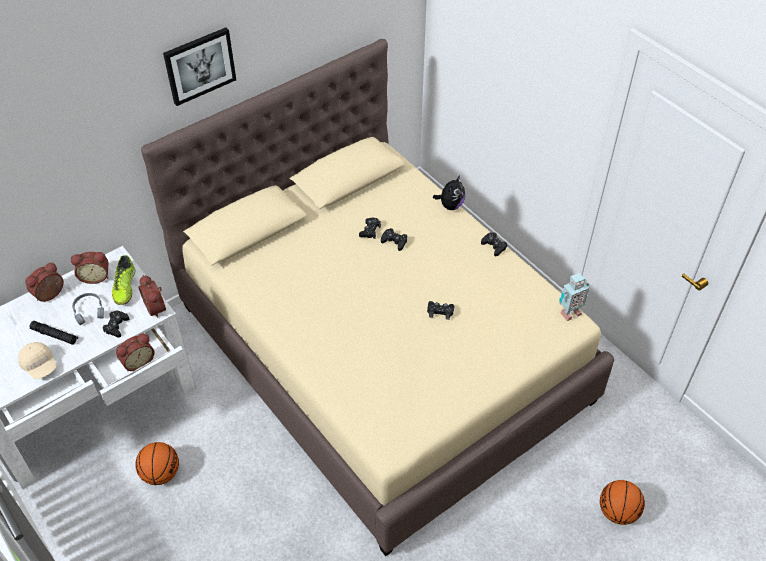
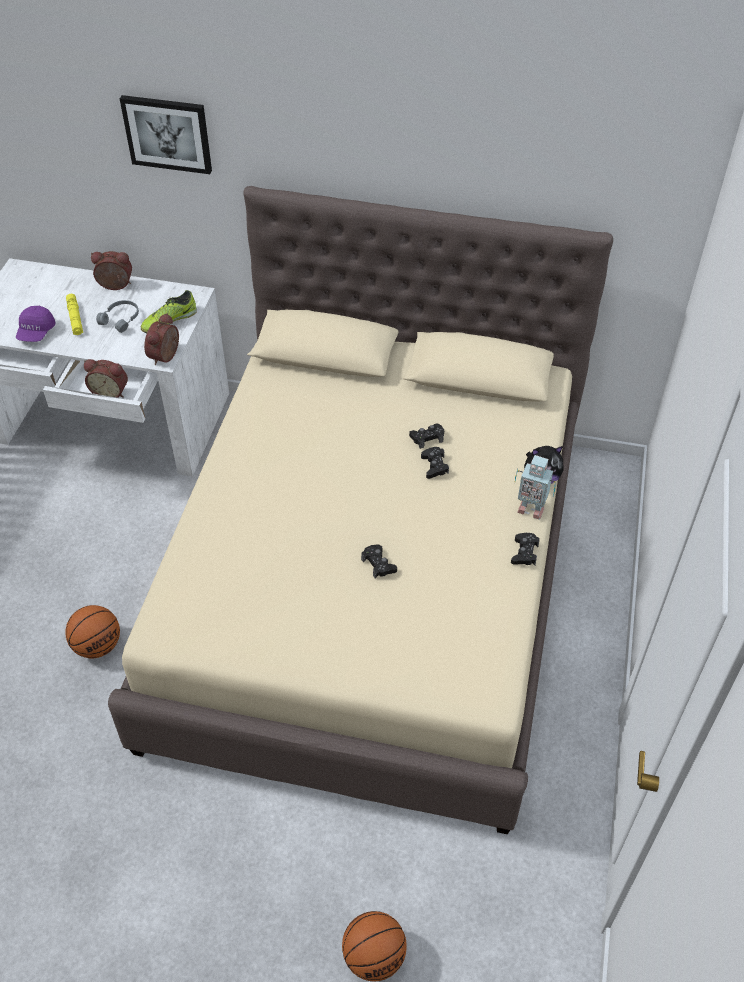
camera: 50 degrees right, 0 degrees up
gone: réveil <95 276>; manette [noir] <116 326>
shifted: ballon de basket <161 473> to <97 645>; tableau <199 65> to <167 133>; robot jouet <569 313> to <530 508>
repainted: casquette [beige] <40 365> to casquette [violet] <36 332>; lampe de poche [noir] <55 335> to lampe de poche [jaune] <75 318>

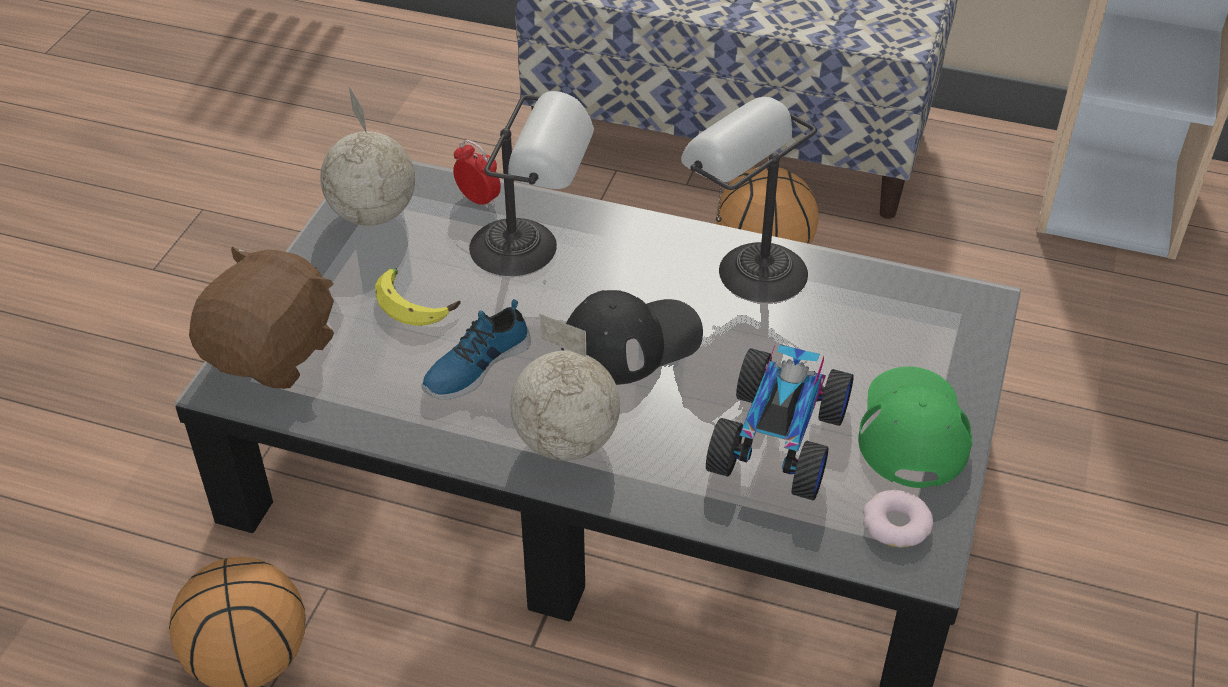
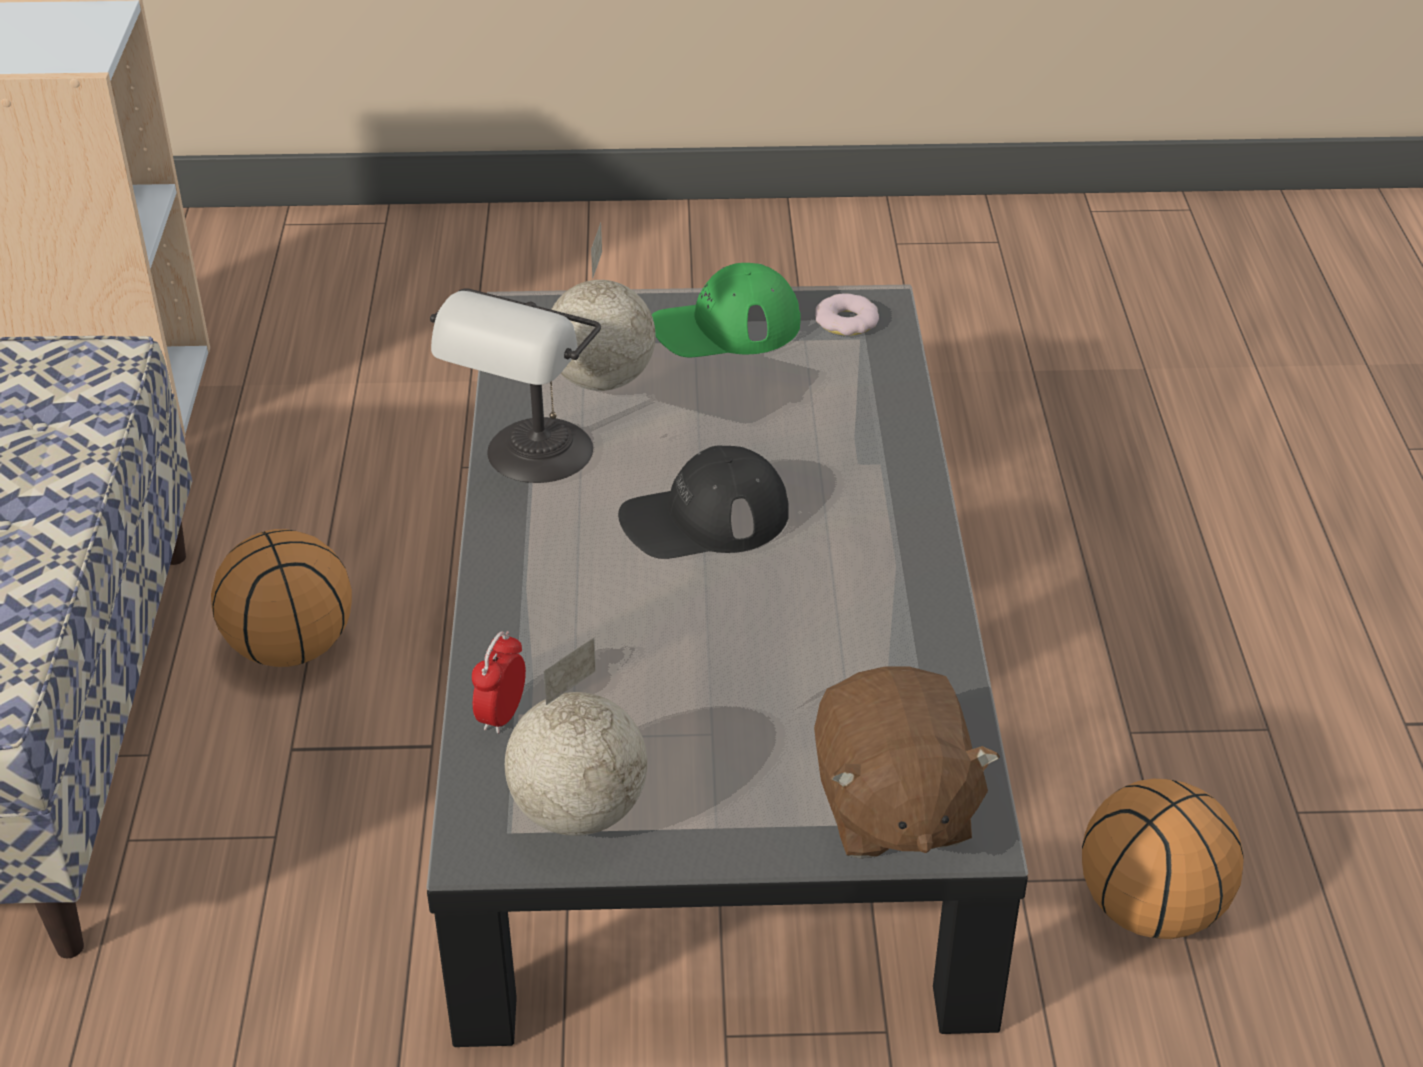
camera: 110 degrees left, 5 degrees down
gone: banane <416 303>; chaussure <475 365>; lampe de table <532 248>; petite voiture <776 439>
shifted: globe <566 441> to <601 381>
rotated: peluche [marron] <274 353> = <892 808> 105 degrees counterclockwise; casquette [noir] <631 342> = <704 519> 60 degrees counterclockwise

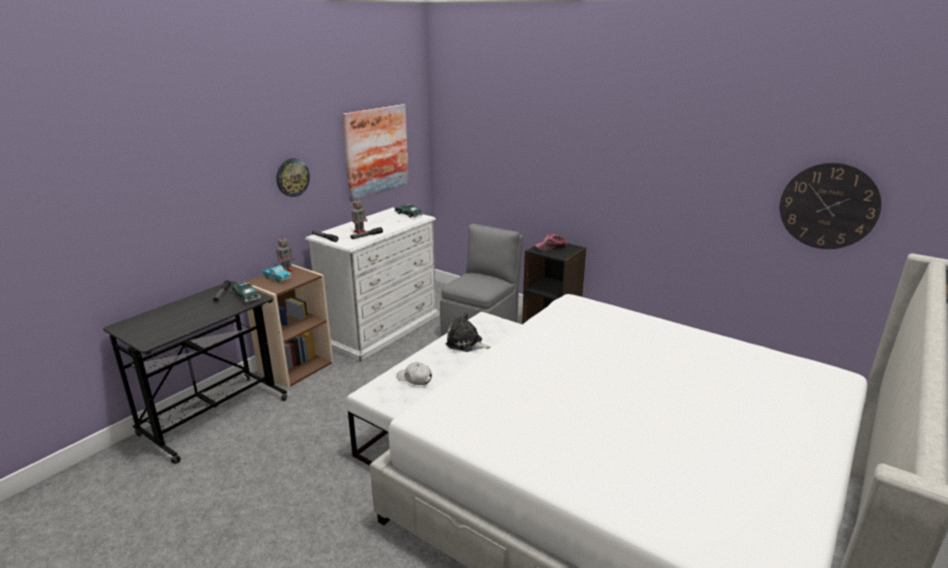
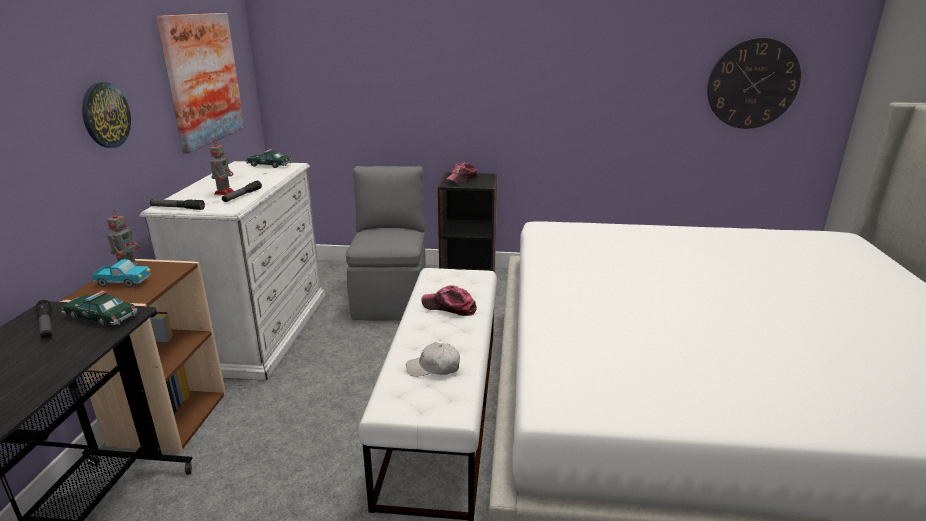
camera: 30 degrees left, 0 degrees up
swapped: peluche <466 343> to casquette <449 307>

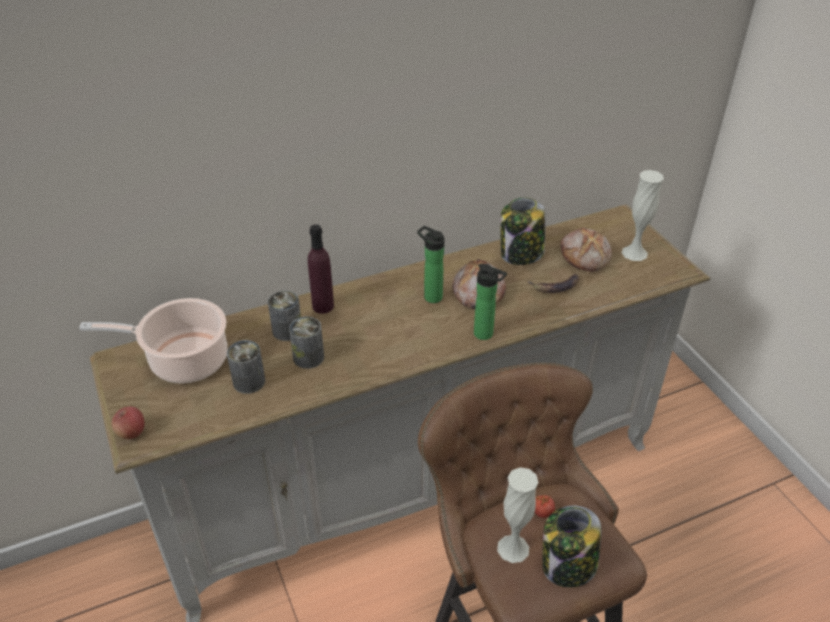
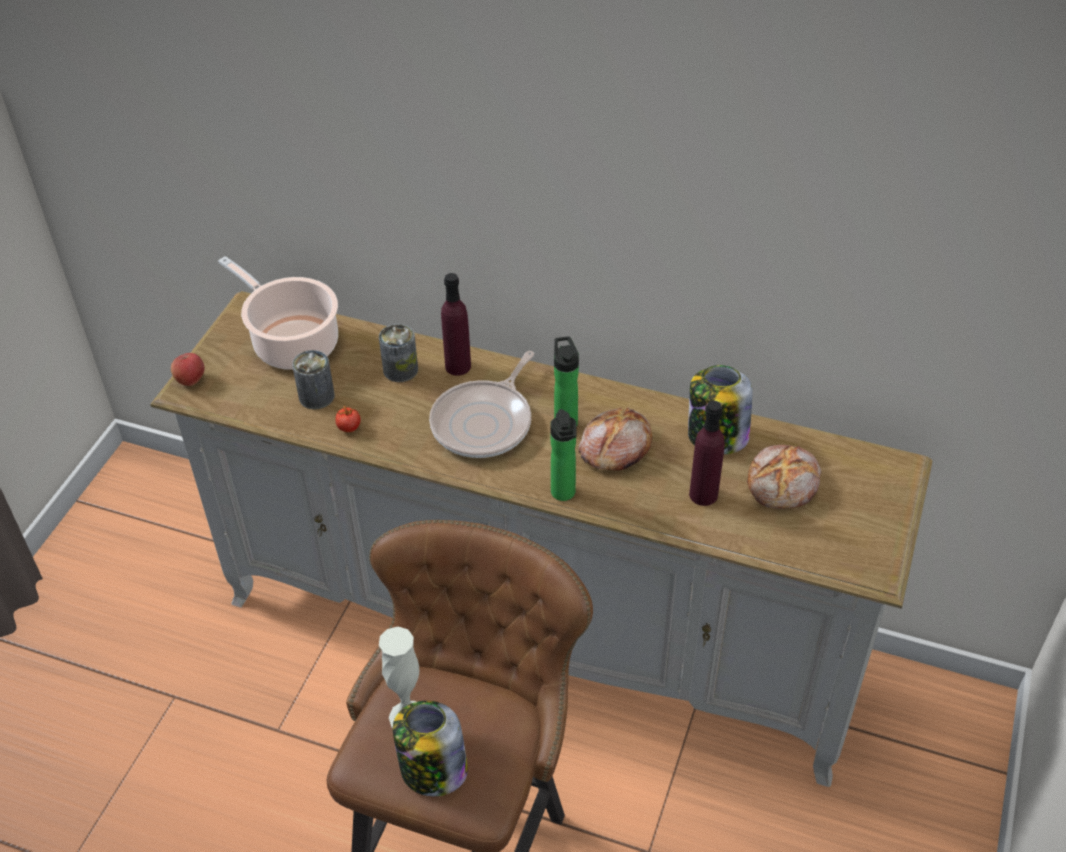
camera: 45 degrees right, 5 degrees up
gone: boîte métallique <308 357>; vase [blanc] <634 253>
new: poêle <485 422>
shifted: tomate <542 512> to <349 427>
swapped: banane <556 286> to bouteille [violet] <703 494>

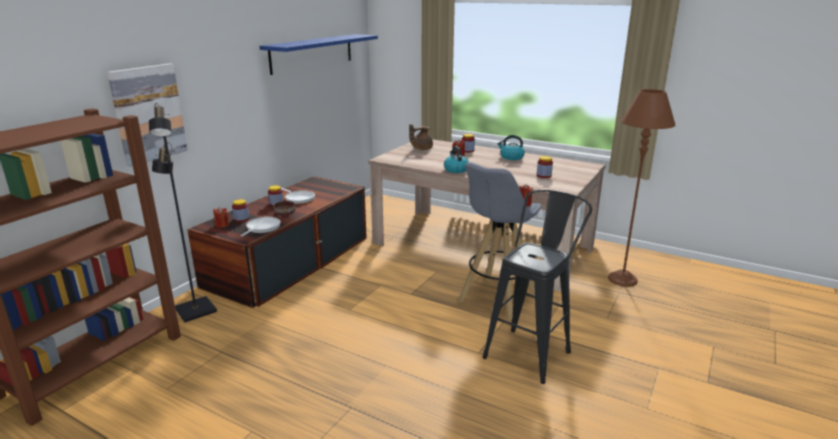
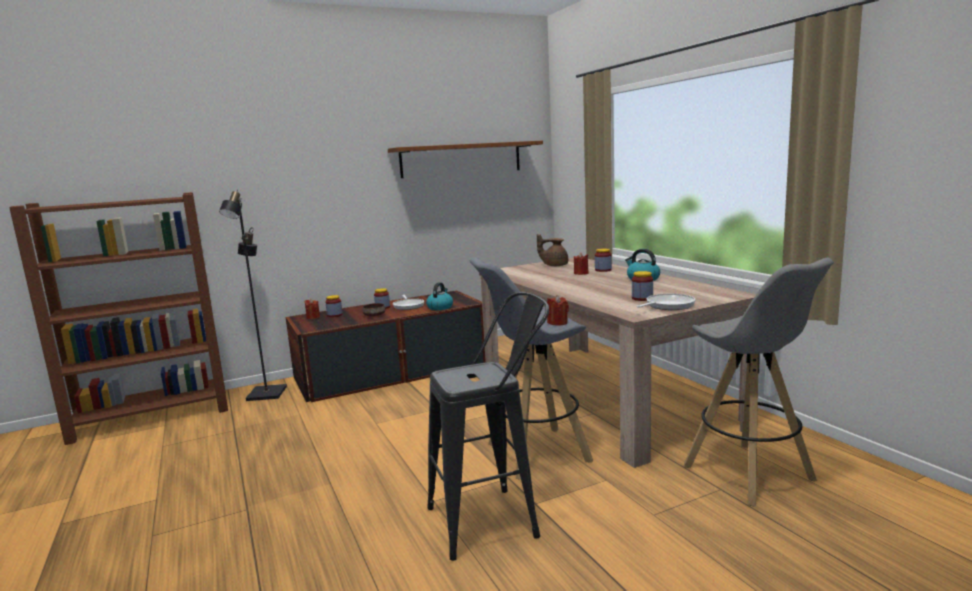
camera: 35 degrees right, 10 degrees down
gone: tableau <148 113>
shifted: poêle <262 228> to <667 305>; bouilloire <456 169> to <440 307>
swapped: lampadaire [marron] <622 279> to tabouret [gris] <750 474>
repainted: étagère [bleu] <312 53> to étagère [marron] <461 159>

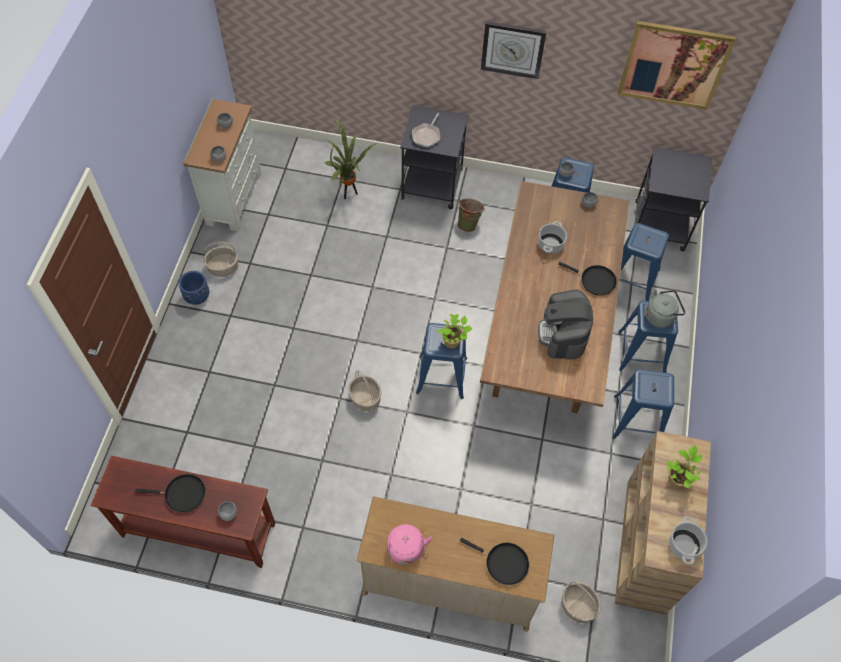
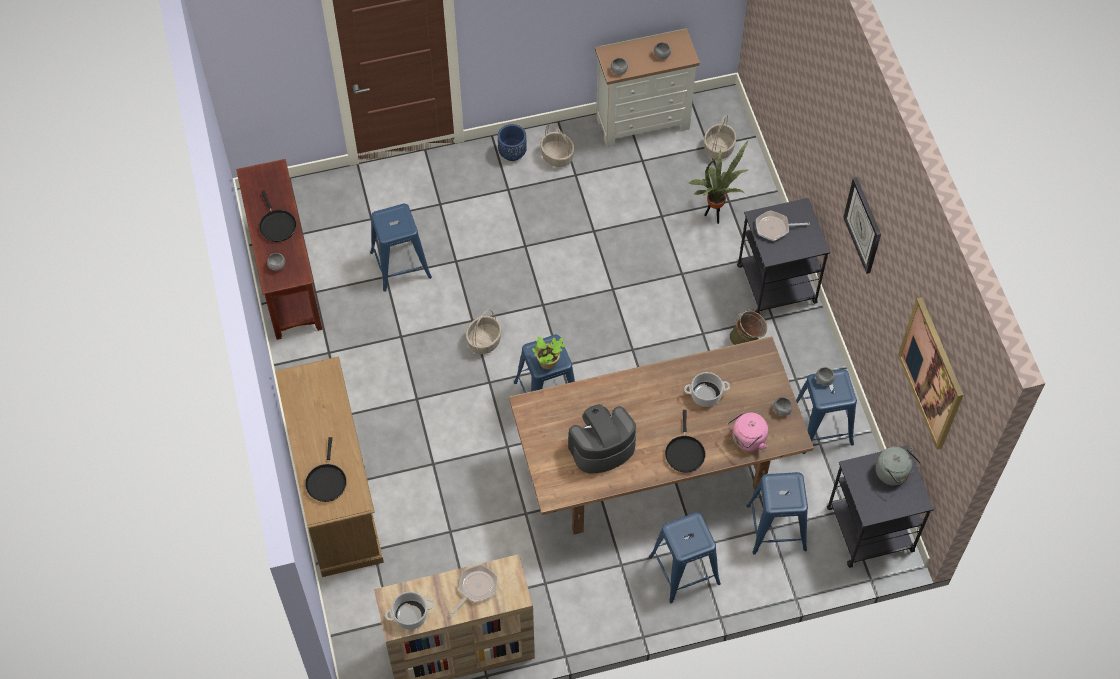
camera: 65 degrees right, 0 degrees up
shifted: bouilloire [rose] <406 551> to <747 440>; panier <577 606> to <718 148>; tabouret [bleu] <637 419> to <400 264>; bouilloire [gris] <661 316> to <894 473>
swapped: plante en pot <677 479> to poêle <475 588>

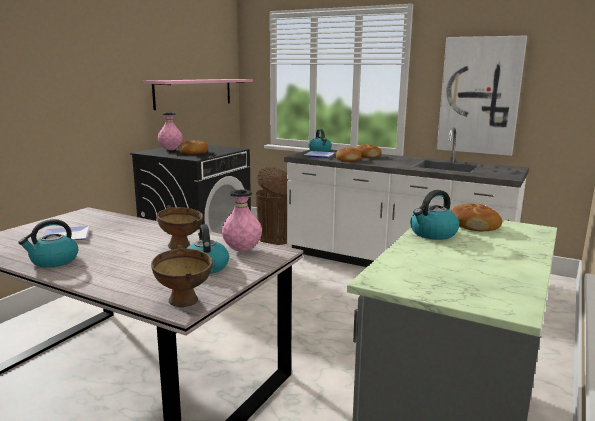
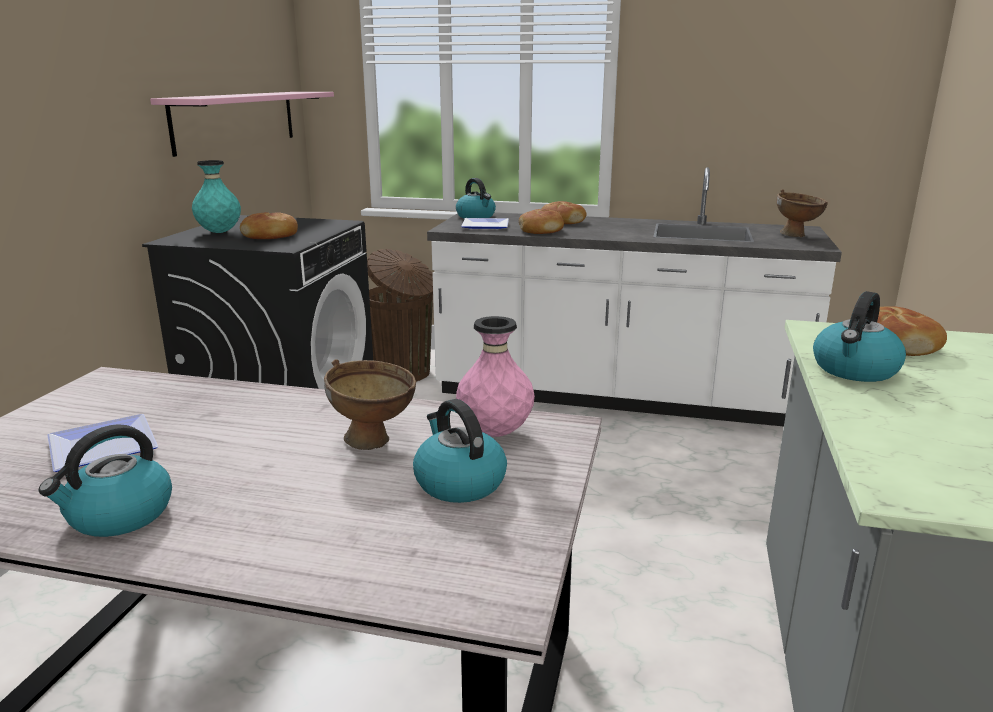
camera: 15 degrees left, 5 degrees up
gone: tableau <479 96>
shifted: bol [marron] <185 303> to <797 236>
repainted: vase [rose] <170 150> to vase [turquoise] <219 232>

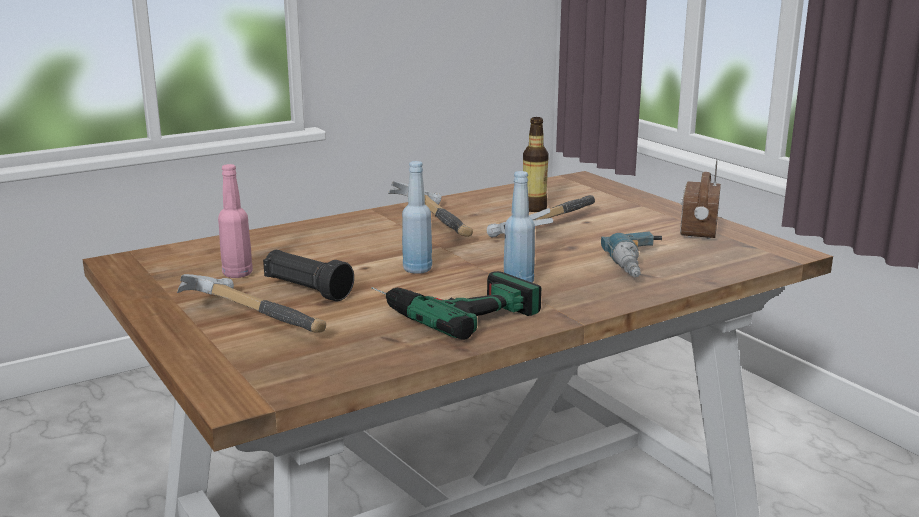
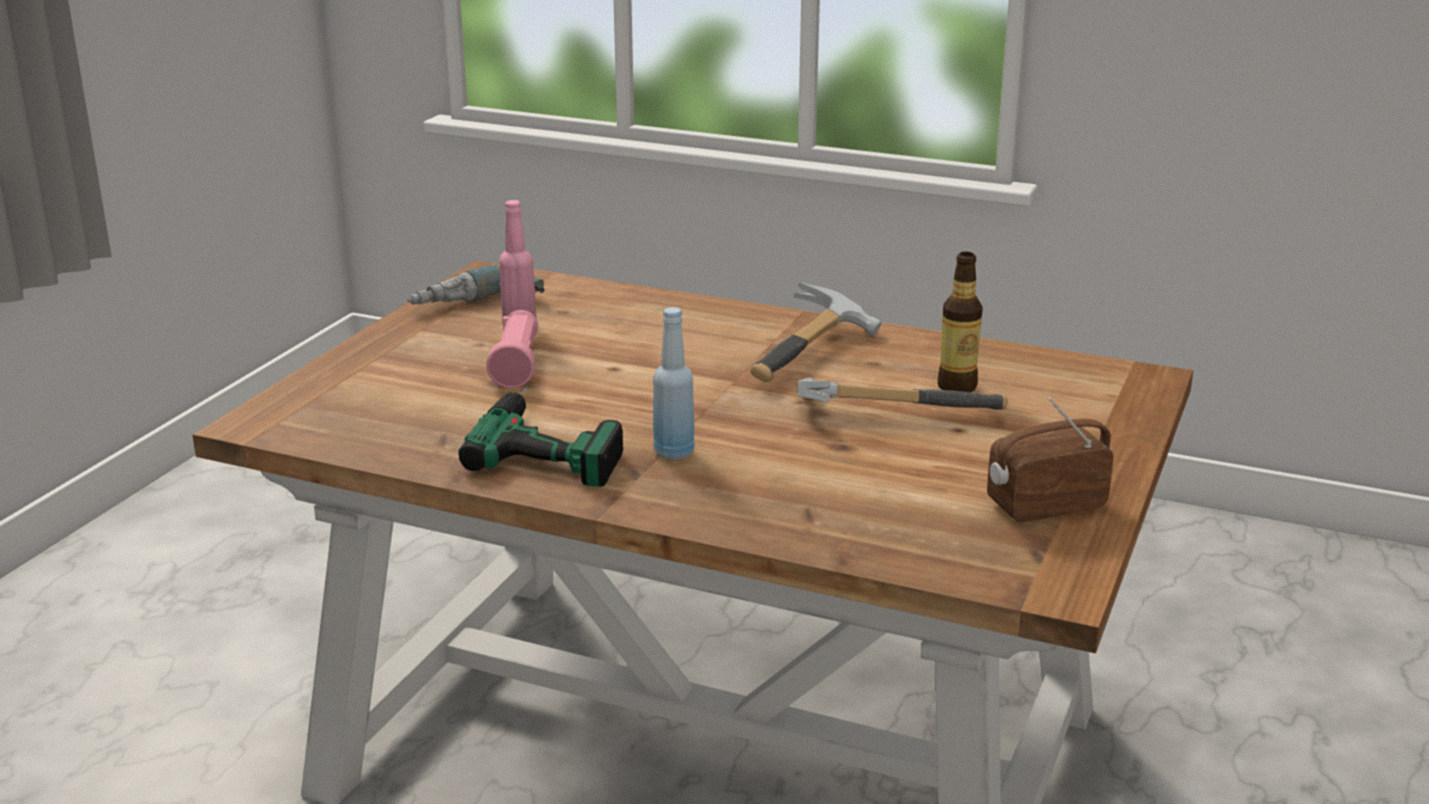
camera: 55 degrees right, 5 degrees up
gone: marteau <254 317>; bouteille [bleu] <417 269>
shifted: perceuse <642 266> to <478 306>
repainted: lampe de poche [noir] <307 290> to lampe de poche [rose] <517 366>

